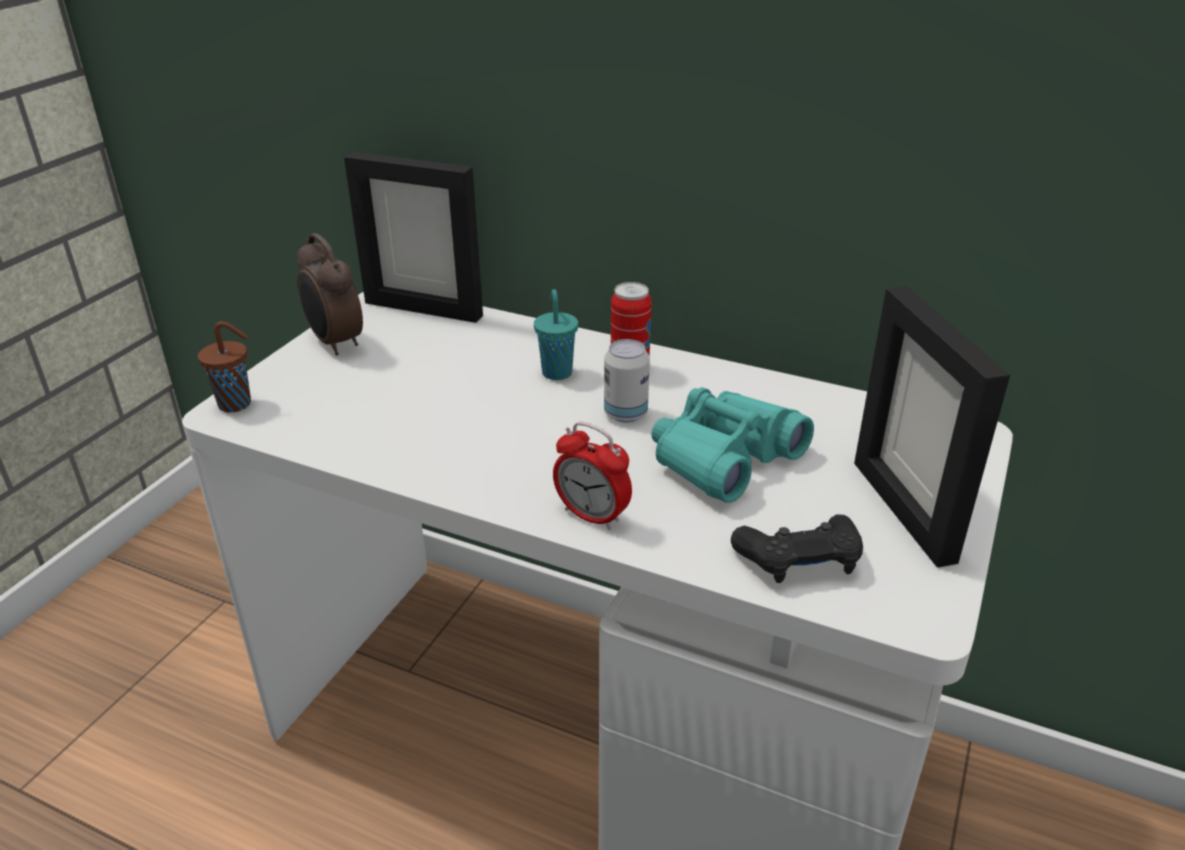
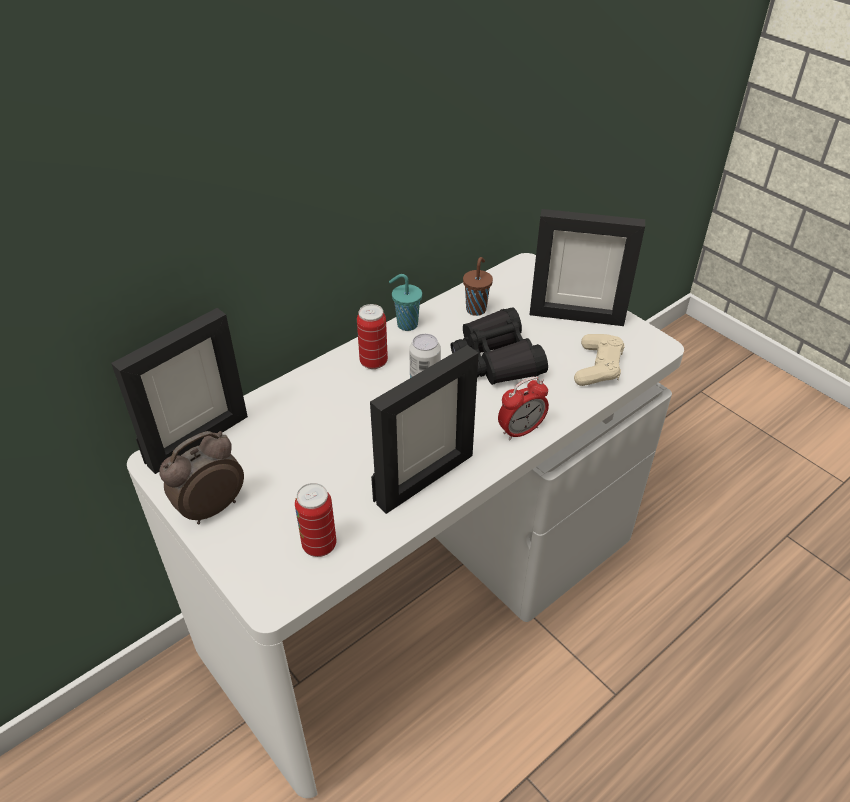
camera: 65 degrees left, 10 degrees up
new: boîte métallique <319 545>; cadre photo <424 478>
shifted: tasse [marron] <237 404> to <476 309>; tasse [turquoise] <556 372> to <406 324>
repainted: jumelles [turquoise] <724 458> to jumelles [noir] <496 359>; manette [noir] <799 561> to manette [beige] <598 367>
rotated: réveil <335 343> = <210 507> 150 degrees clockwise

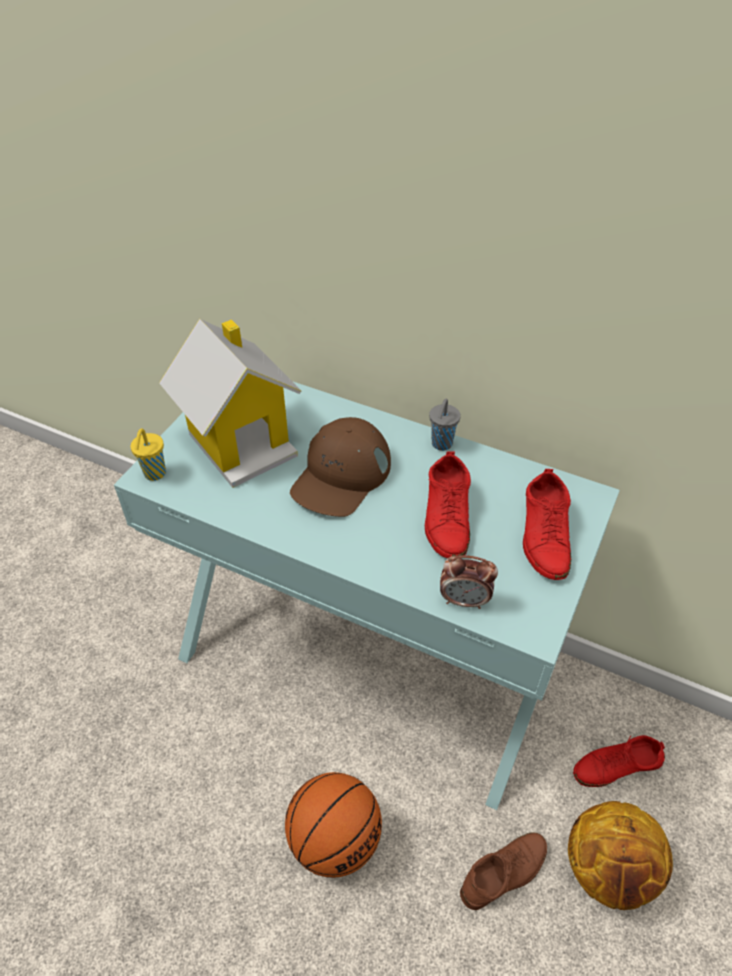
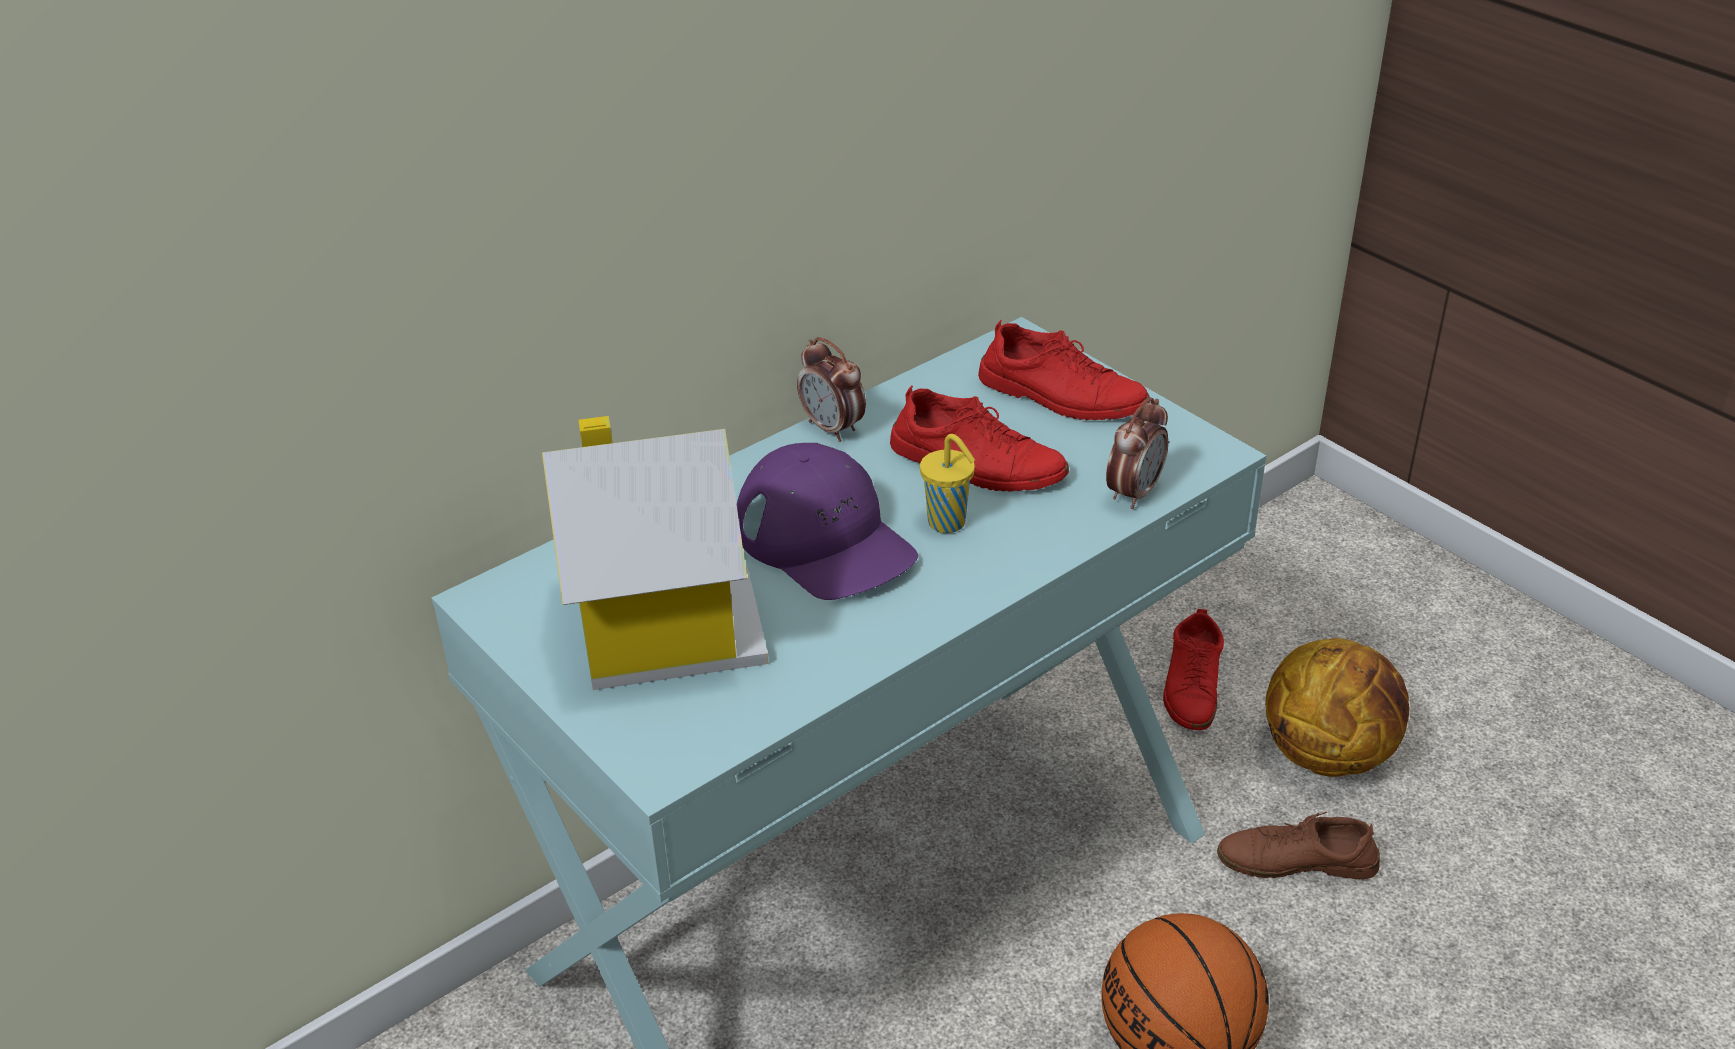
camera: 65 degrees left, 10 degrees down
shifted: tasse [jaune] <154 474> to <948 523>
swapped: tasse [gris] <441 444> to réveil <833 428>
repainted: casquette [marron] <341 475> to casquette [violet] <825 539>
rotated: chaussure [marron] <504 872> = <1296 861> 75 degrees counterclockwise

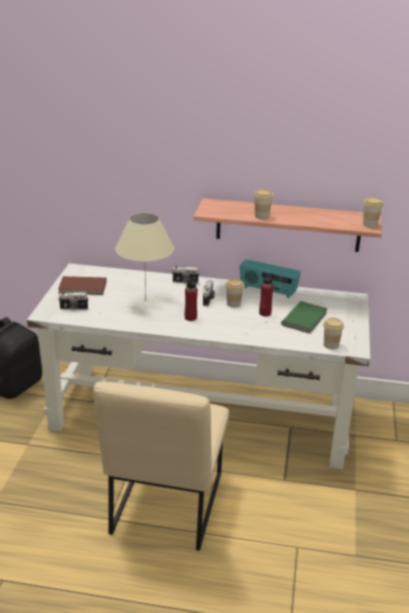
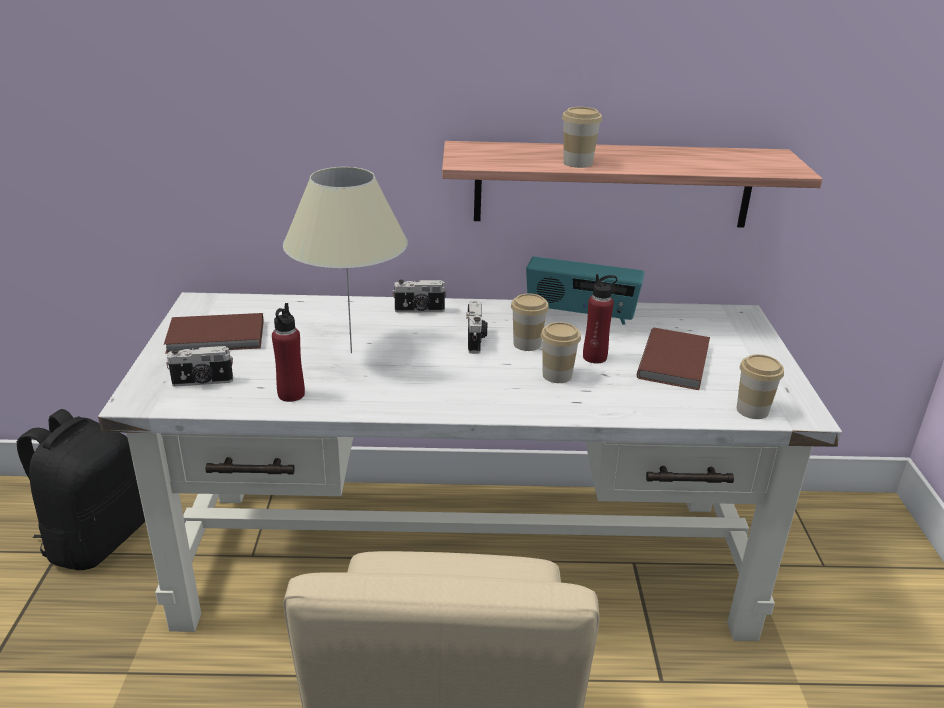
camera: 10 degrees left, 0 degrees up
shifted: bouteille [rouge] <190 317> to <291 394>; tasse <370 224> to <557 375>
repainted: livre [vert] <305 319> to livre [marron] <676 361>

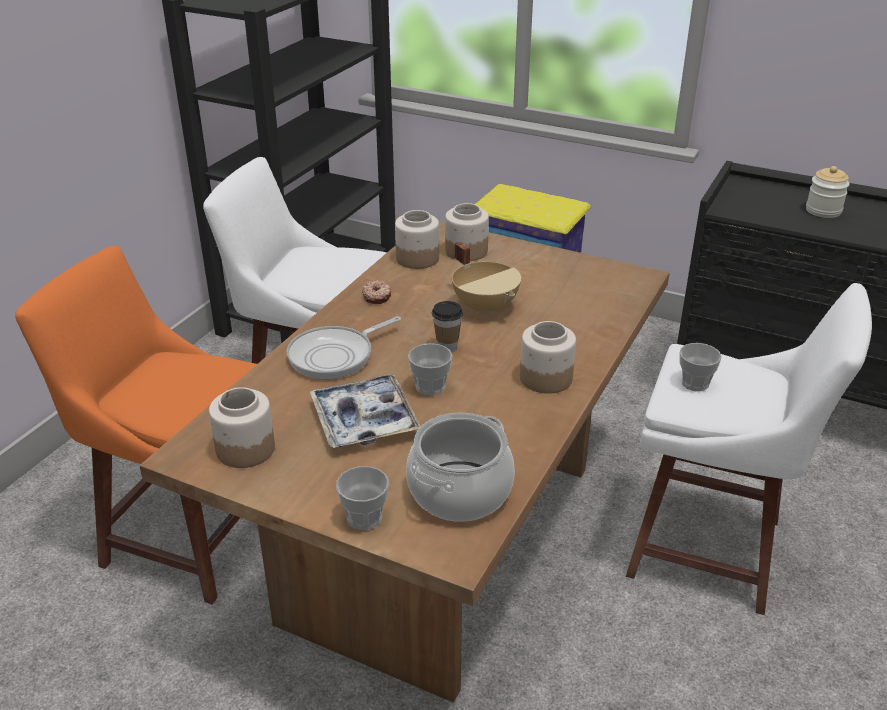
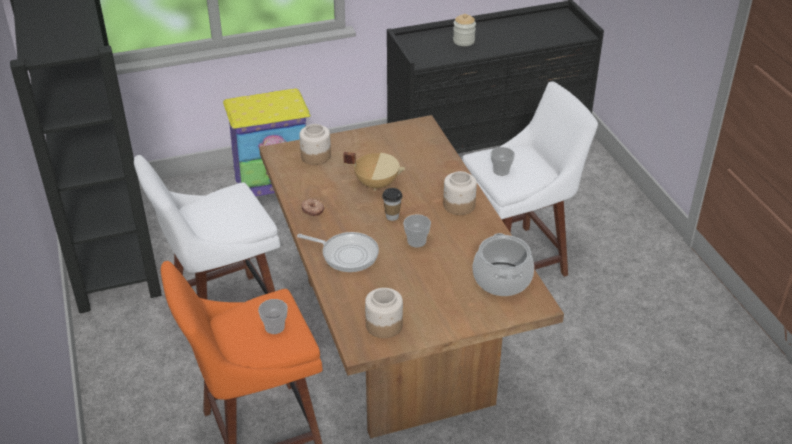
camera: 45 degrees left, 5 degrees up
gone: plateau <364 420>; bocal <417 258>
shifted: tasse <364 517> to <274 327>
rotated: poêle <335 356> = <346 254> 75 degrees counterclockwise

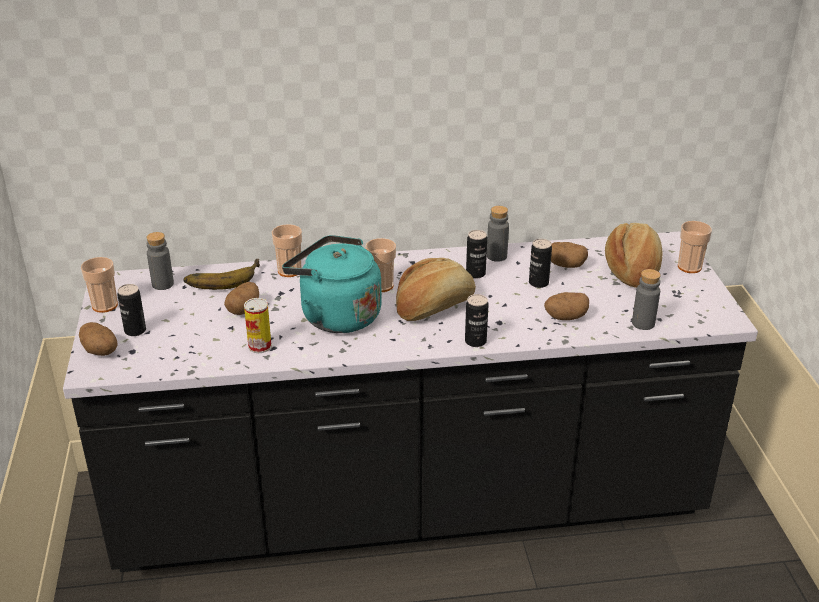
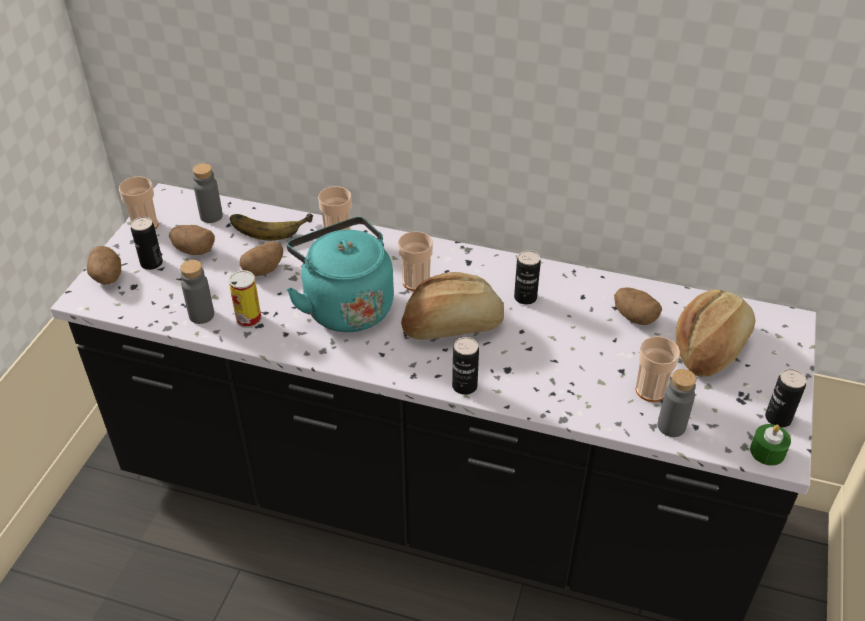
camera: 25 degrees right, 10 degrees up
new: bougie [vert] <767 451>
shifted: bouteille [gris] <496 256> to <201 315>; boîte métallique <538 283> to <778 418>; pomme de terre <565 317> to <194 250>; tasse <689 267> to <650 390>

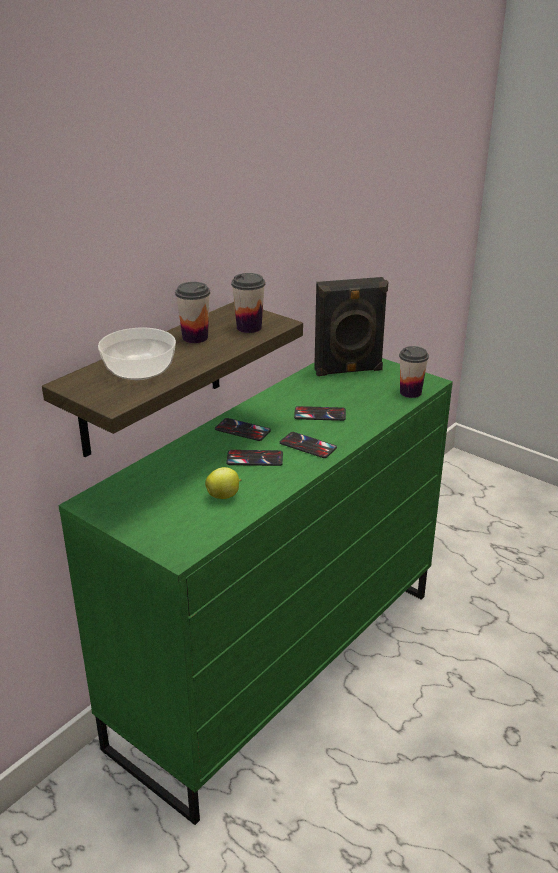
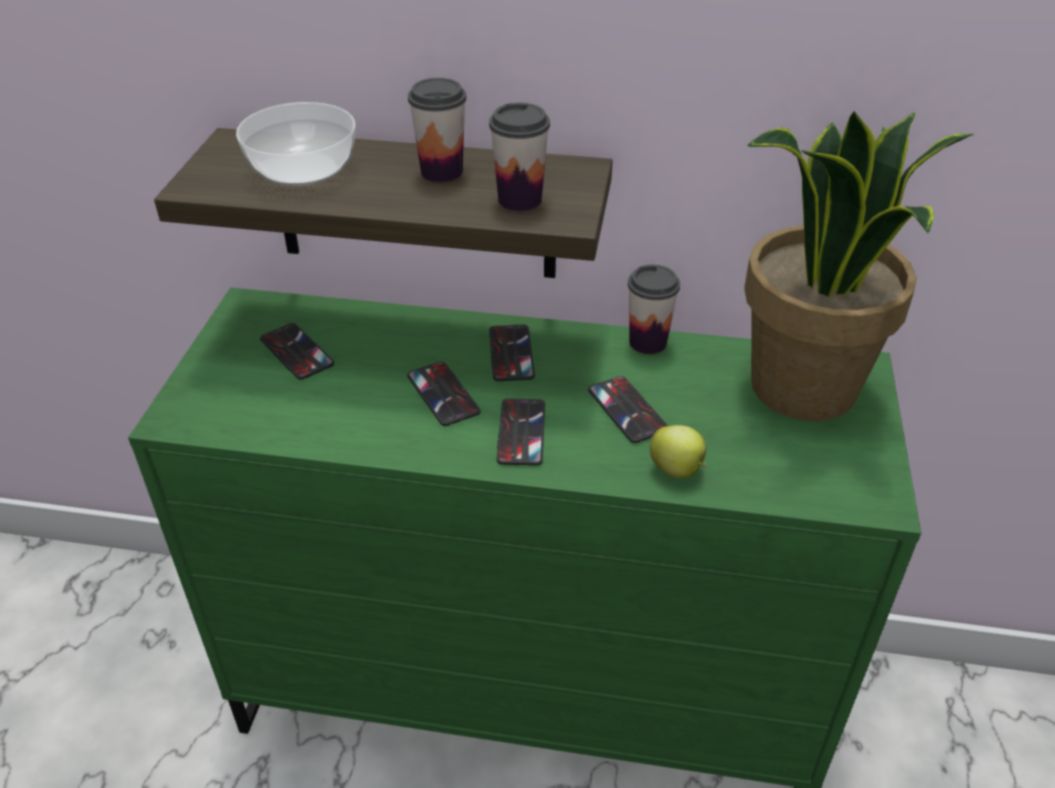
camera: 60 degrees right, 10 degrees up
new: téléphone <296 352>
shifted: pomme <224 496> to <677 470>; tasse <410 392> to <647 342>
swapped: enceinte [noir] <348 371> to plante en pot <803 389>

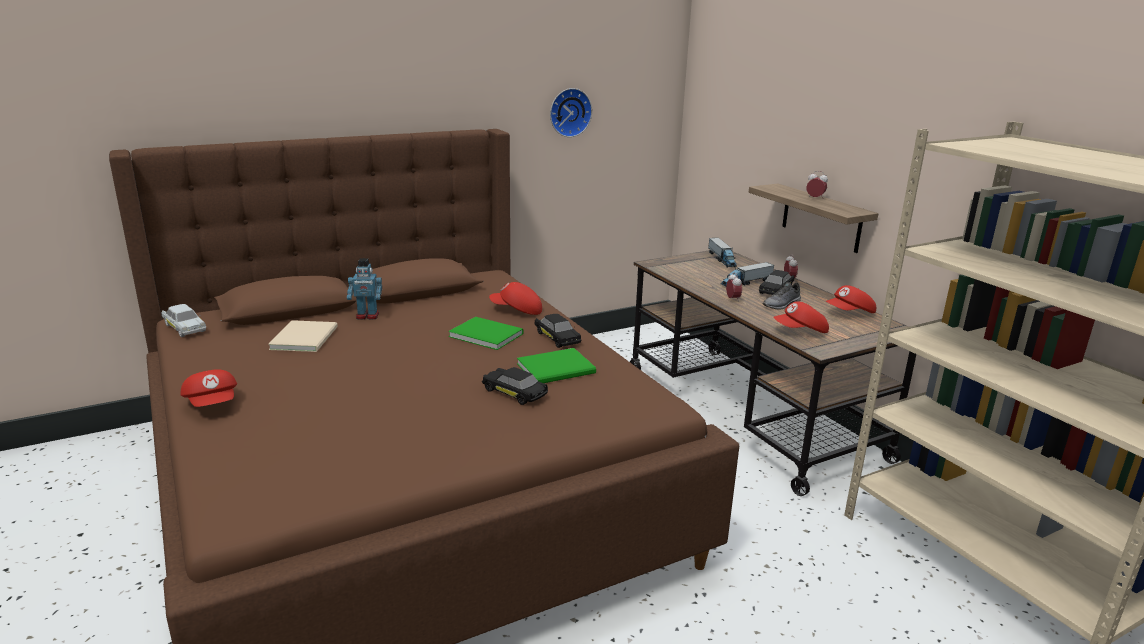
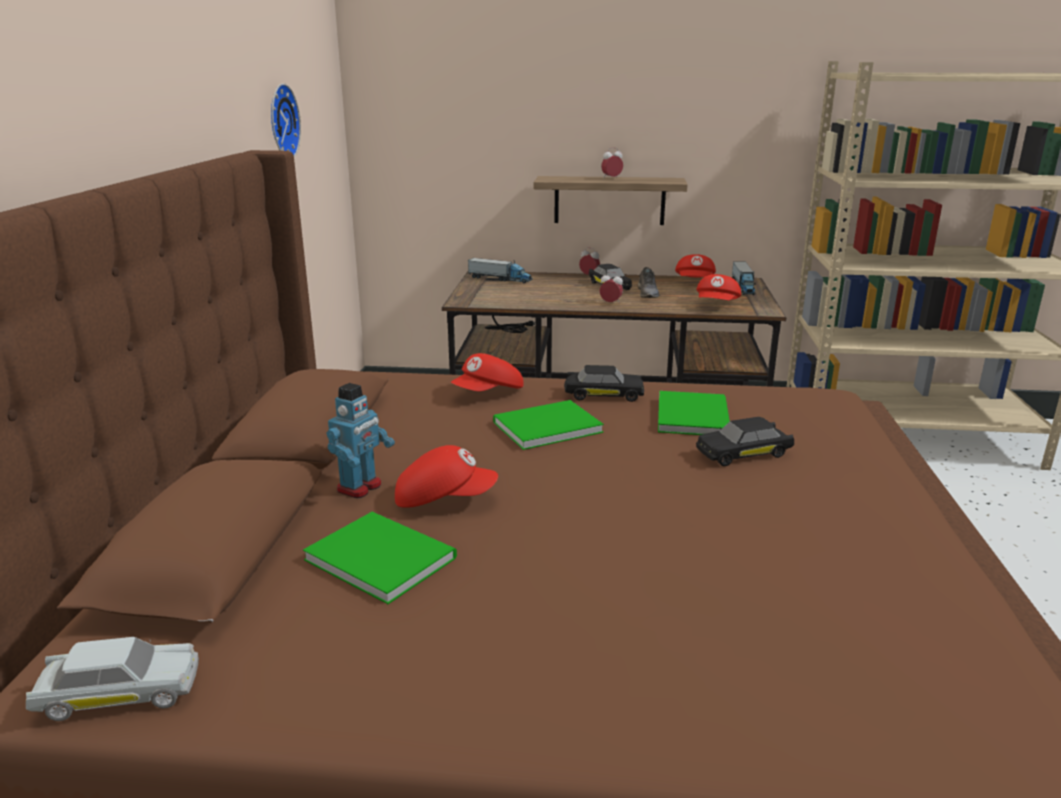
camera: 55 degrees left, 0 degrees up
shifted: casquette [rouge] <213 404> to <444 499>; camion jouet <746 282> to <743 287>
repainted: livre [beige] <306 337> to livre [vert] <380 556>

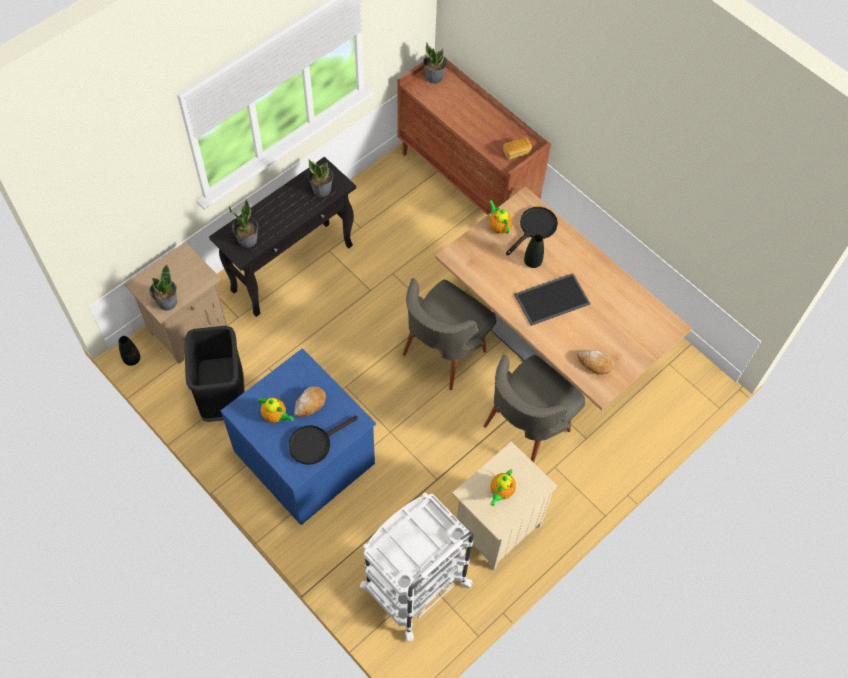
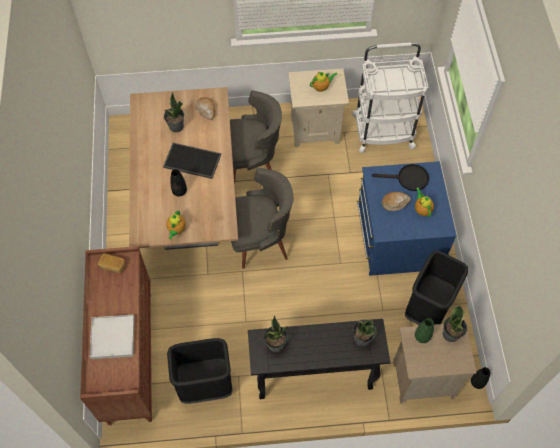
camera: 140 degrees left, 0 degrees up
gone: poêle [noir] <534 228>
new: plateau [blanc] <113 337>; poubelle [noir] <205 386>; vase [vert] <422 336>
shifted: plante en pot <434 77> to <176 126>

